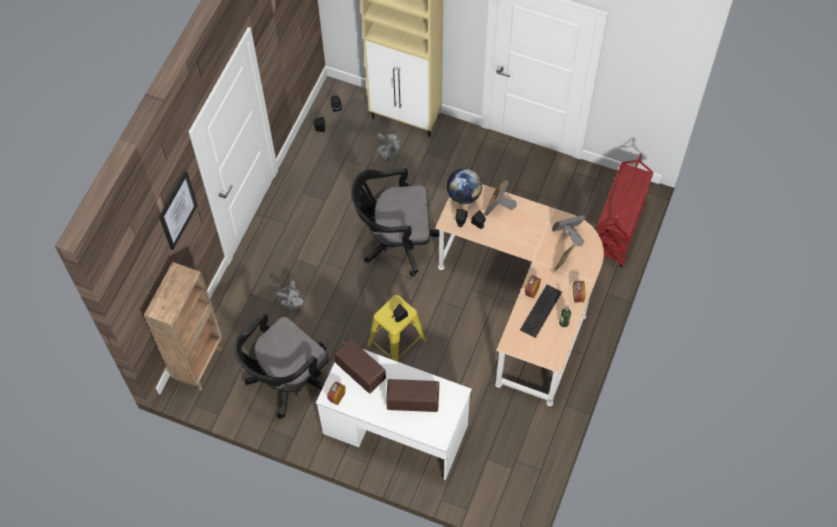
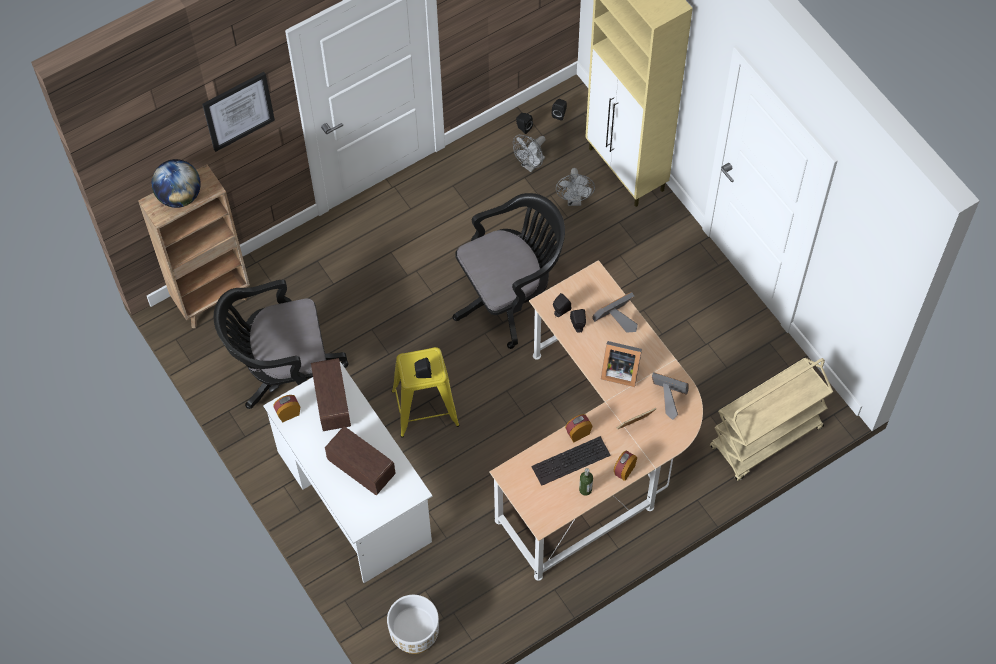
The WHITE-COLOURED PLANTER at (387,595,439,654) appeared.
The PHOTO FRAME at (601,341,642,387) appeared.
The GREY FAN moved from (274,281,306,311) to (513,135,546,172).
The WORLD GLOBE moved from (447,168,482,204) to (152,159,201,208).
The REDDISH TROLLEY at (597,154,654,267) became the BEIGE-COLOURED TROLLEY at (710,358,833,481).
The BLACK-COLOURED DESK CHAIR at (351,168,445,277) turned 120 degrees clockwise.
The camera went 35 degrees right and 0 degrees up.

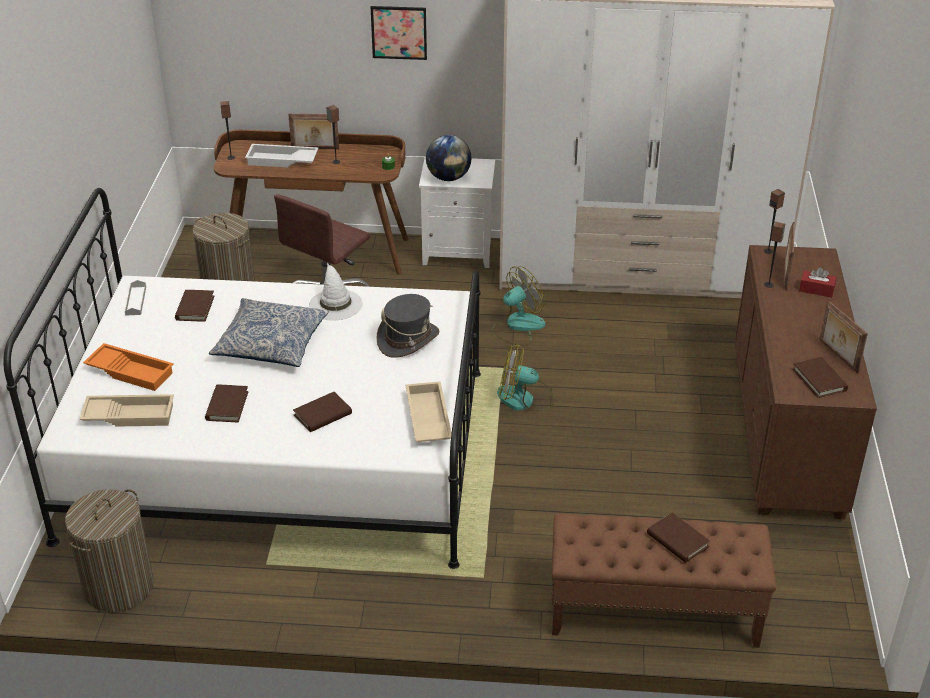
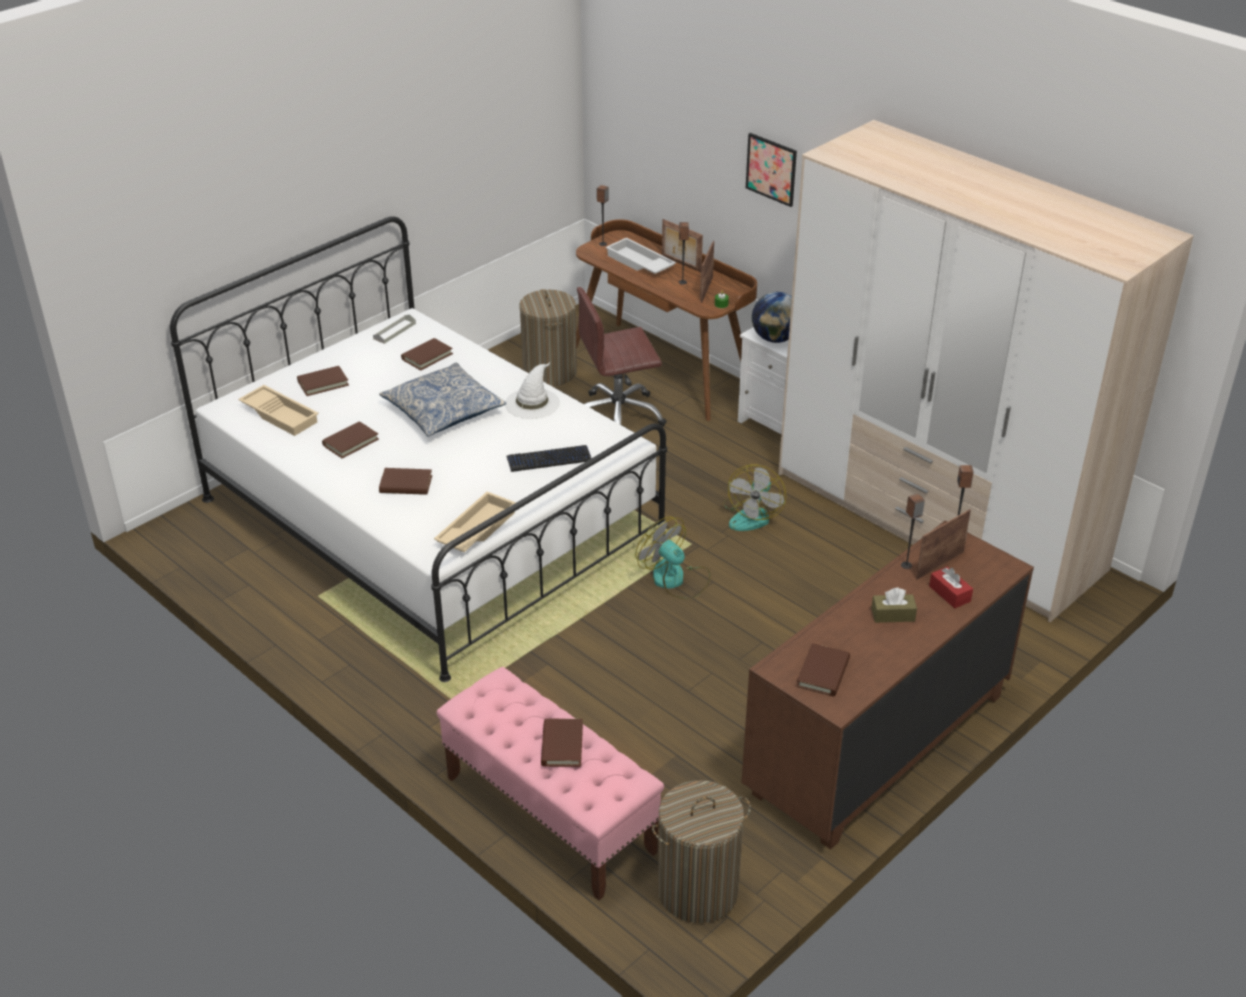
The BROWN-COLOURED TISSUE HOLDER at (871,588,917,623) appeared.
The WASHING BASKET moved from (65,489,154,612) to (652,780,751,923).
The PHOTO FRAME moved from (819,300,868,373) to (700,241,714,303).
The ORANGE CARRYING TRAY at (83,343,174,391) was replaced by the BROWN-COLOURED BOOK at (297,366,349,396).
The GREY WEARABLE HAT at (376,294,439,358) was replaced by the PC KEYBOARD at (506,445,591,472).
The BROWN-COLOURED BENCH at (551,513,776,648) became the PINKISH BENCH at (436,667,664,900).
The FAN at (491,266,546,345) turned 105 degrees clockwise.
The camera went 40 degrees right and 0 degrees up.

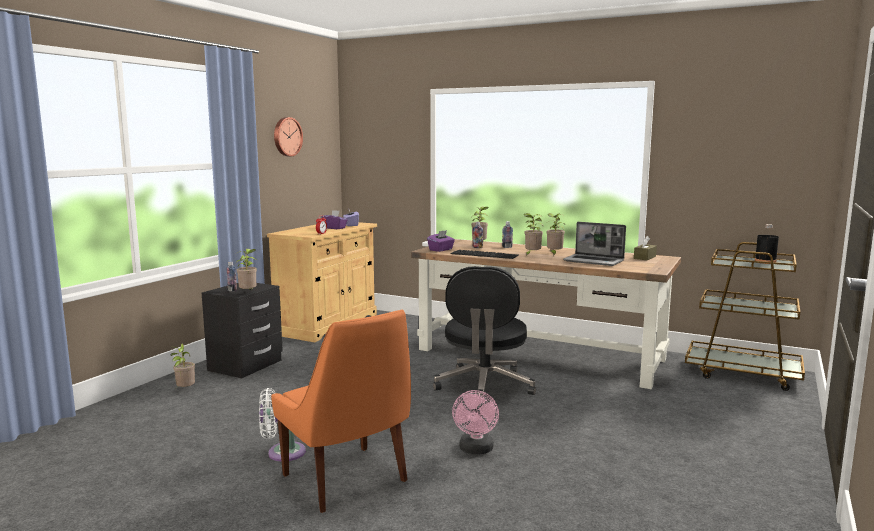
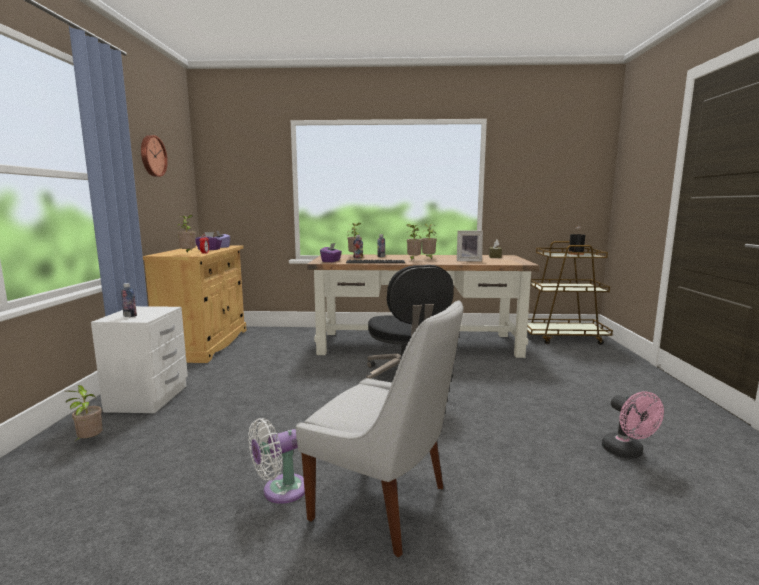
The PLANT IN A POT moved from (235,249,257,291) to (177,215,196,252).
The PINKISH FAN moved from (452,390,499,454) to (602,391,664,459).
The NOTEBOOK COMPUTER at (563,222,626,266) was replaced by the PHOTO FRAME at (457,230,483,262).
The BLACK-COLOURED NIGHT TABLE at (202,283,283,378) became the WHITE-COLOURED NIGHT TABLE at (91,306,188,413).
The ORANGE UPRIGHT CHAIR at (271,310,411,513) became the WHITE-COLOURED UPRIGHT CHAIR at (296,300,463,558).
The camera went 25 degrees left and 0 degrees up.

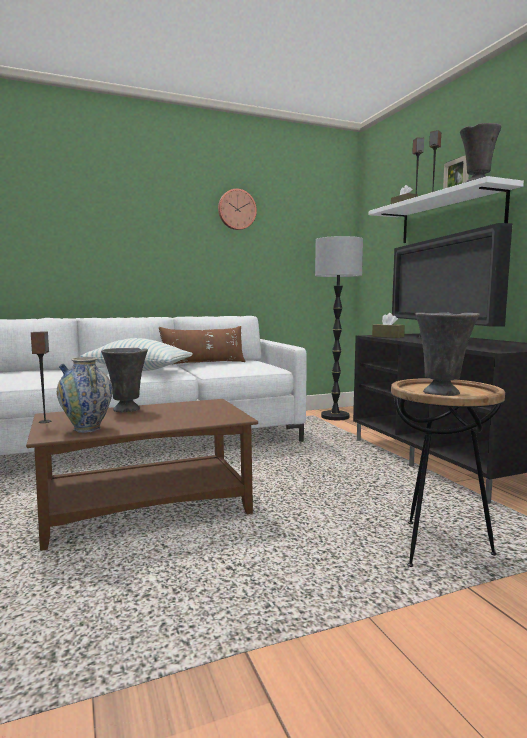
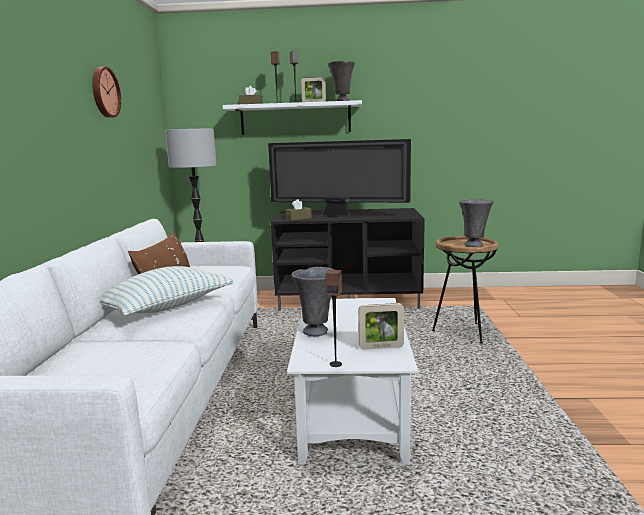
The DECORATIVE VASE at (57,357,112,433) was replaced by the PHOTO FRAME at (358,303,404,350).
The BROWN-COLOURED LOW TABLE at (26,399,258,551) became the WHITE-COLOURED LOW TABLE at (287,298,418,465).
The camera went 65 degrees left and 5 degrees up.

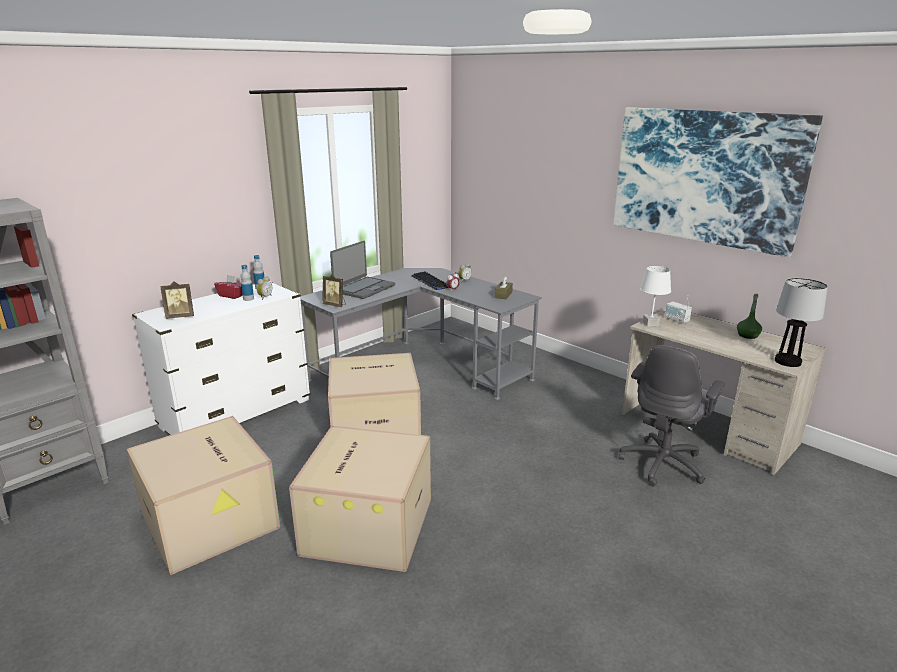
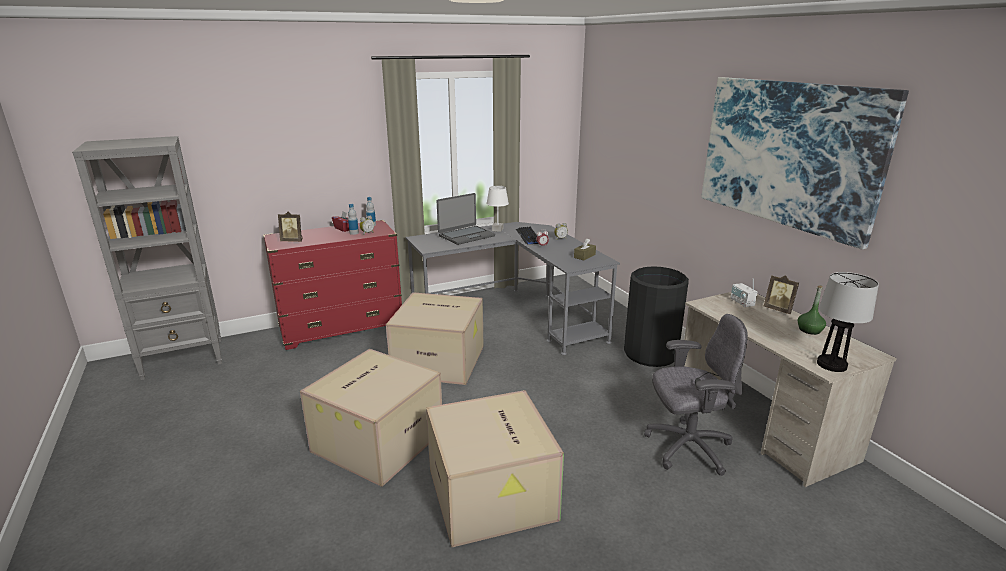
The BLACK-COLOURED TRASH CAN at (624,266,689,367) appeared.
The CARDBOARD BOX moved from (126,416,280,575) to (426,390,564,548).
The PHOTO FRAME moved from (323,274,346,307) to (764,275,799,314).
The WHITE-COLOURED LAMP FOR A TABLE moved from (640,266,671,327) to (486,186,509,232).
The WHITE-COLOURED DRESSER at (132,282,311,435) became the REDDISH DRESSER at (263,220,402,350).
The GREY DESK CHAIR at (619,345,725,486) turned 150 degrees counterclockwise.
The camera went 20 degrees right and 0 degrees up.

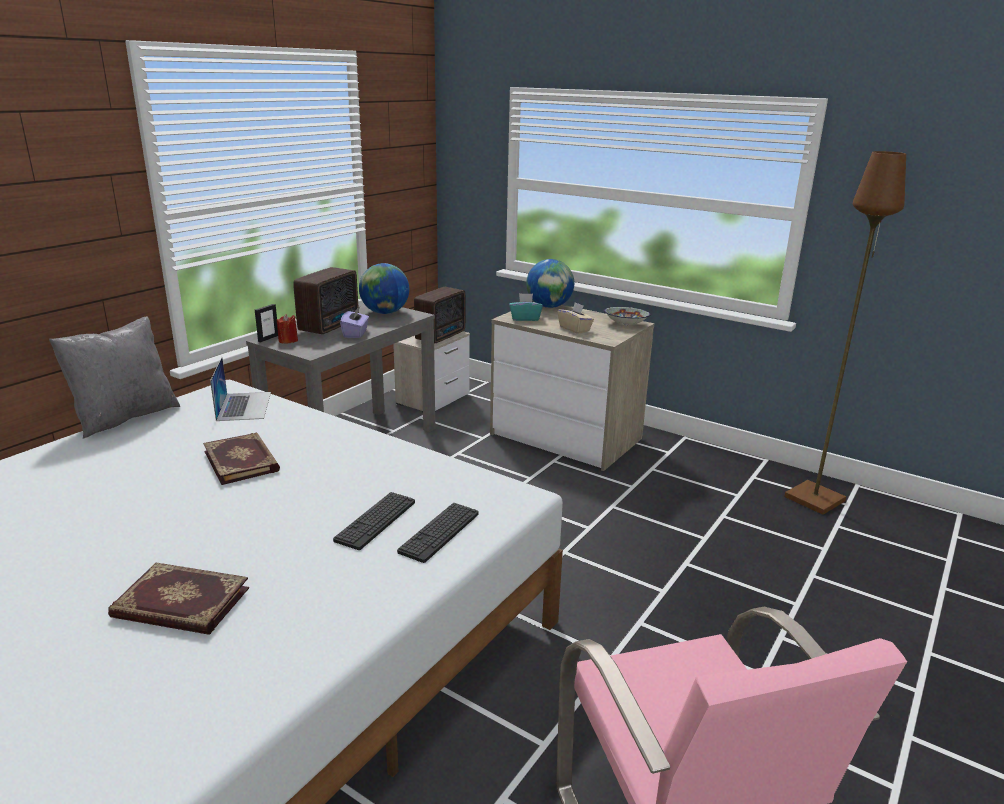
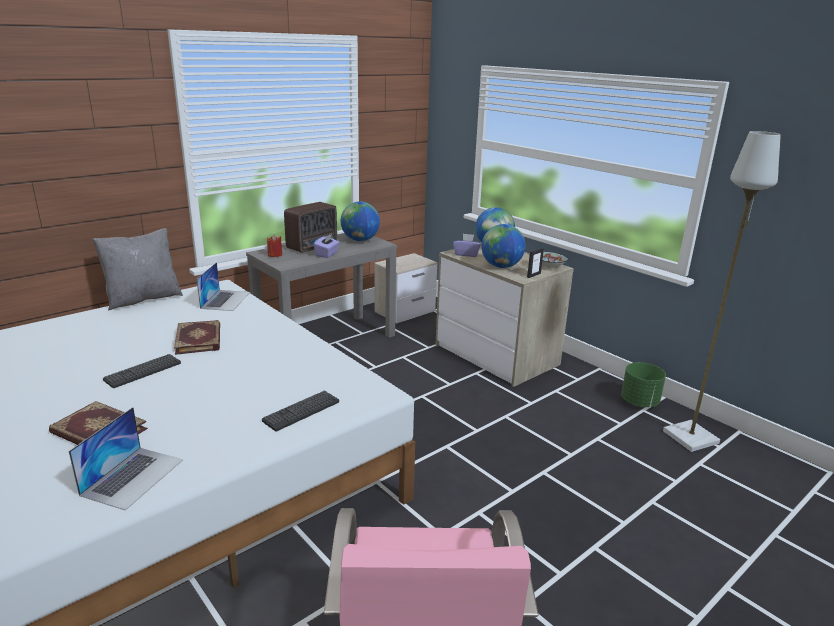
The RADIO at (414,287,465,343) disappeared.
The NOTEBOOK COMPUTER at (69,407,183,510) appeared.
The GREENISH PLANTER at (621,362,666,407) appeared.
The PHOTO FRAME moved from (255,304,278,342) to (527,248,544,278).
The PC KEYBOARD moved from (333,492,415,550) to (103,354,181,388).
The BEIGE-COLOURED TISSUE HOLDER at (558,302,594,334) was replaced by the WORLD GLOBE at (482,224,525,268).
The TURQUOISE TISSUE HOLDER at (509,293,543,321) became the PURPLE-COLOURED TISSUE HOLDER at (453,234,481,257).
The BROWN-COLOURED FLOOR LAMP at (784,151,906,515) became the GREY FLOOR LAMP at (663,131,781,452).
The camera went 15 degrees right and 0 degrees up.

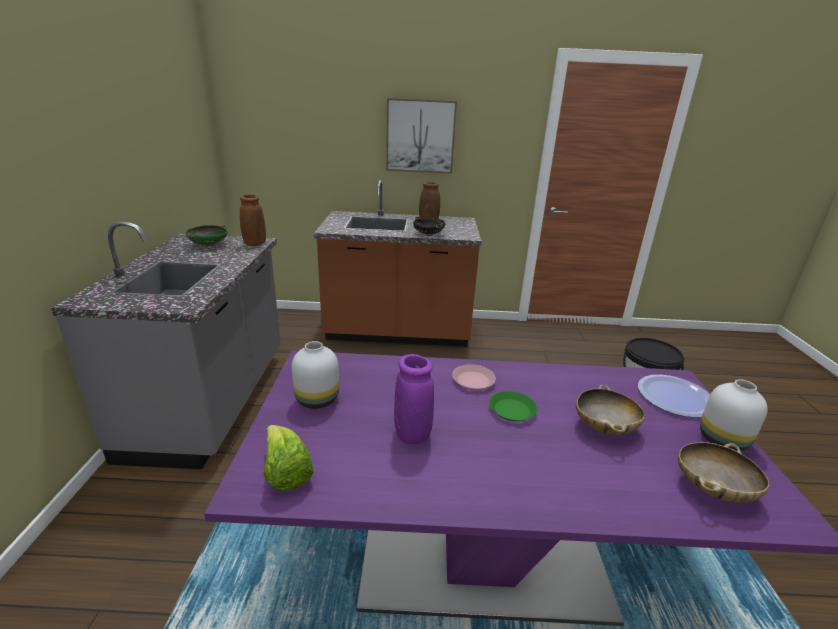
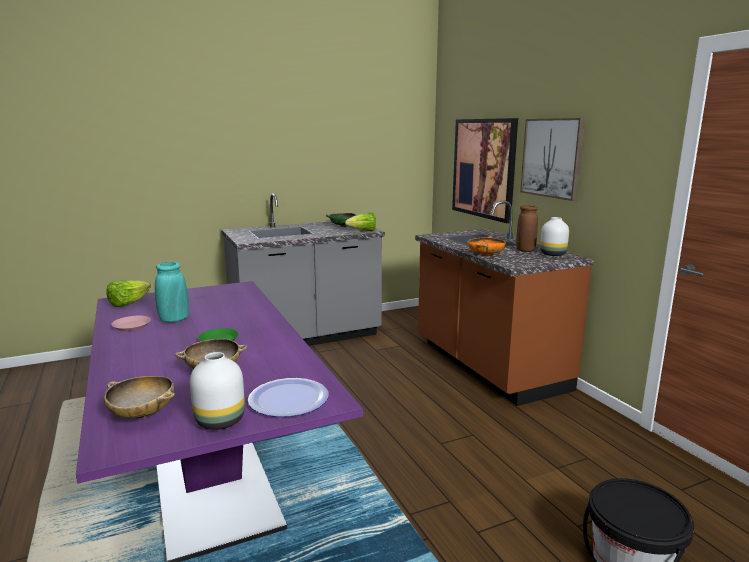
The WALL ART at (452,118,518,223) appeared.
The WHITE-COLOURED DECORATIVE VASE moved from (292,341,339,409) to (540,217,569,256).
The PINKISH DINNER PLATE moved from (452,364,496,390) to (111,316,151,331).
The BROWN-COLOURED DECORATIVE VASE at (240,195,266,246) was replaced by the HEAD OF LETTUCE at (345,212,376,231).
The PURPLE-COLOURED DECORATIVE VASE at (394,354,434,444) became the TURQUOISE DECORATIVE VASE at (155,262,189,323).
The BLACK-COLOURED SERVING BOWL at (413,217,445,236) became the ORANGE SERVING BOWL at (467,237,506,256).
The camera went 65 degrees right and 10 degrees down.

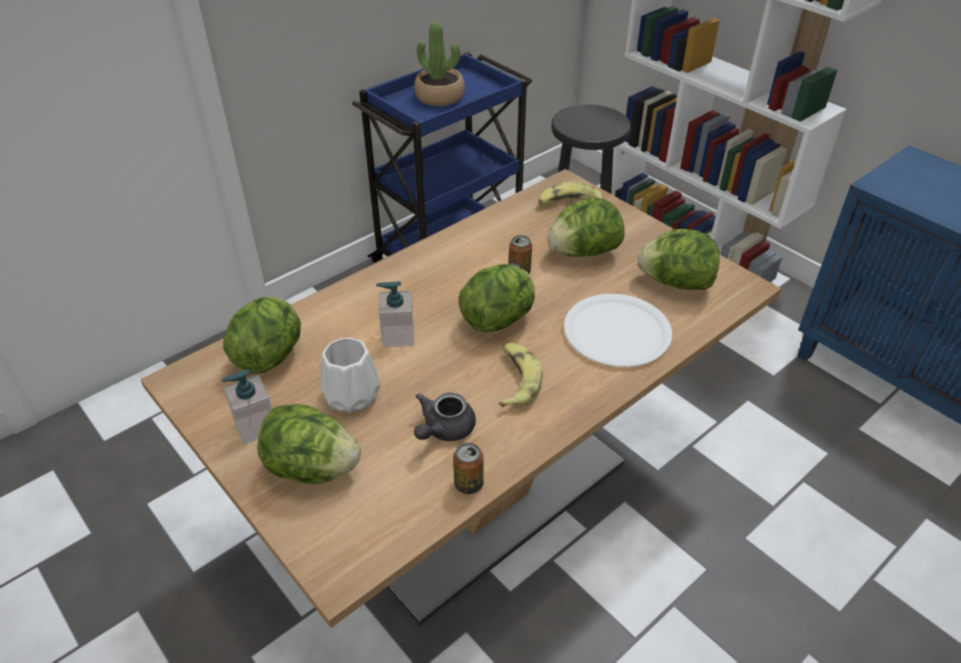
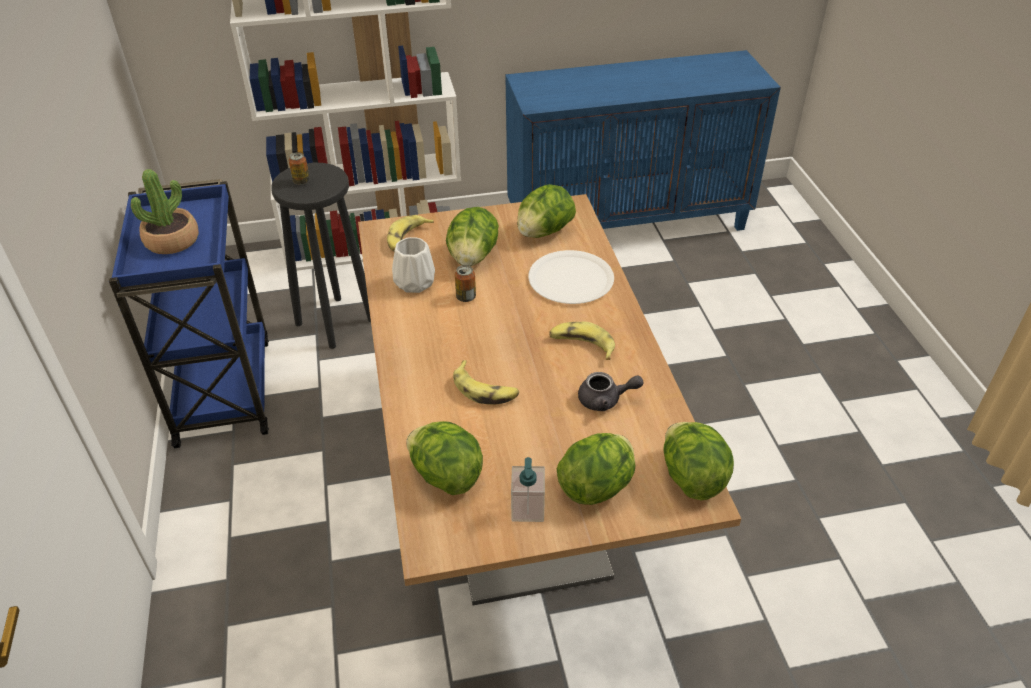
The WHITE-COLOURED DECORATIVE VASE moved from (321,338,380,413) to (392,237,435,293).
The METAL CAN moved from (453,442,484,494) to (289,152,310,185).
The HEAD OF LETTUCE moved from (459,264,535,332) to (664,422,734,500).
The LIQUID SOAP BOTTLE at (376,281,414,347) was replaced by the WHOLE BANANA at (453,360,519,405).
The GREY TEAPOT at (414,392,476,441) turned 60 degrees counterclockwise.
The camera went 60 degrees left and 0 degrees up.

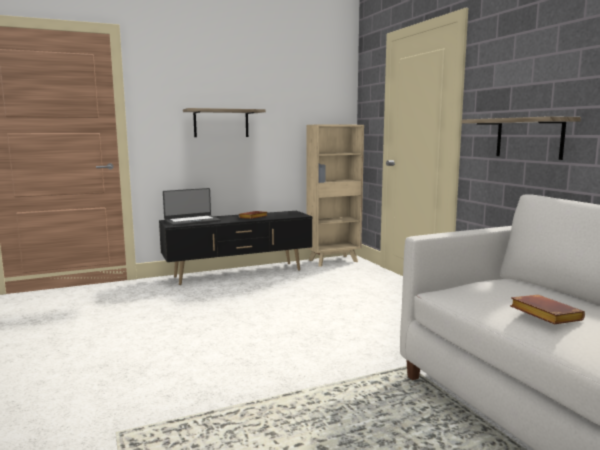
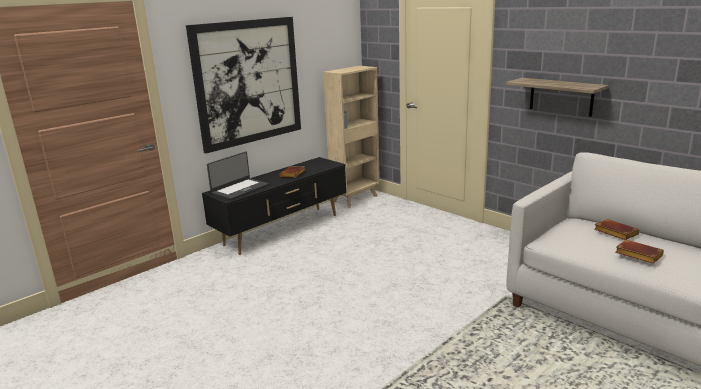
The BROWN-COLOURED BOOK at (594,219,640,240) appeared.
The BRACKET SHELF at (183,108,266,137) was replaced by the WALL ART at (186,17,301,153).
The camera went 20 degrees left and 10 degrees up.

